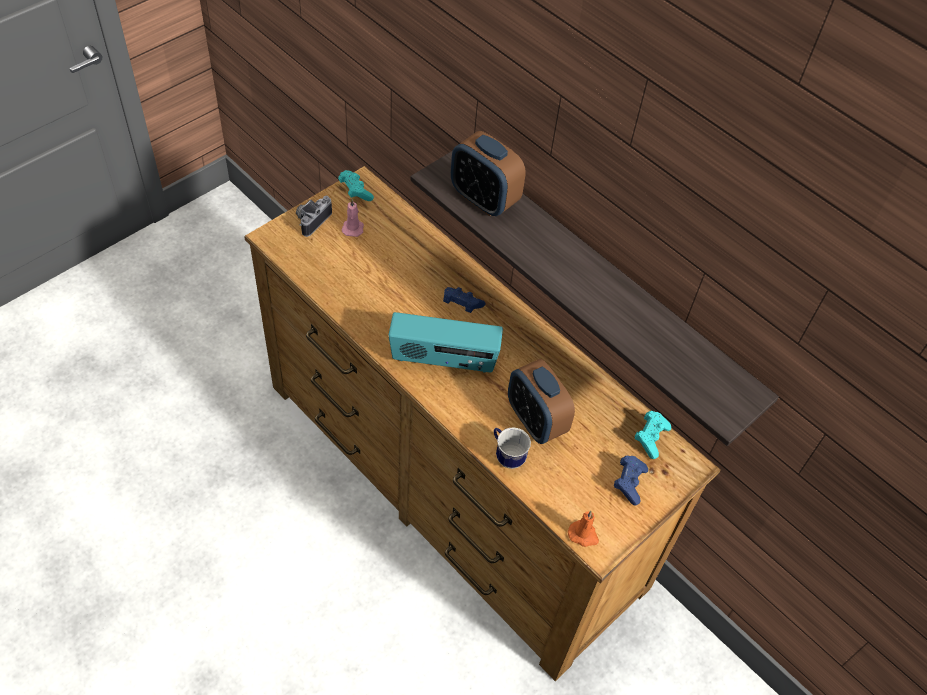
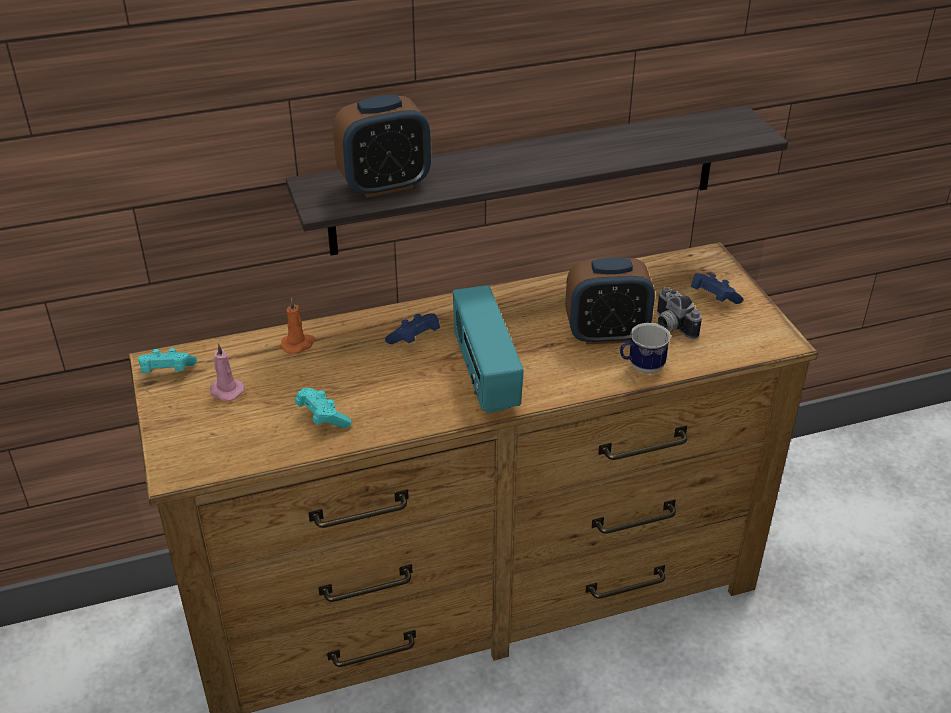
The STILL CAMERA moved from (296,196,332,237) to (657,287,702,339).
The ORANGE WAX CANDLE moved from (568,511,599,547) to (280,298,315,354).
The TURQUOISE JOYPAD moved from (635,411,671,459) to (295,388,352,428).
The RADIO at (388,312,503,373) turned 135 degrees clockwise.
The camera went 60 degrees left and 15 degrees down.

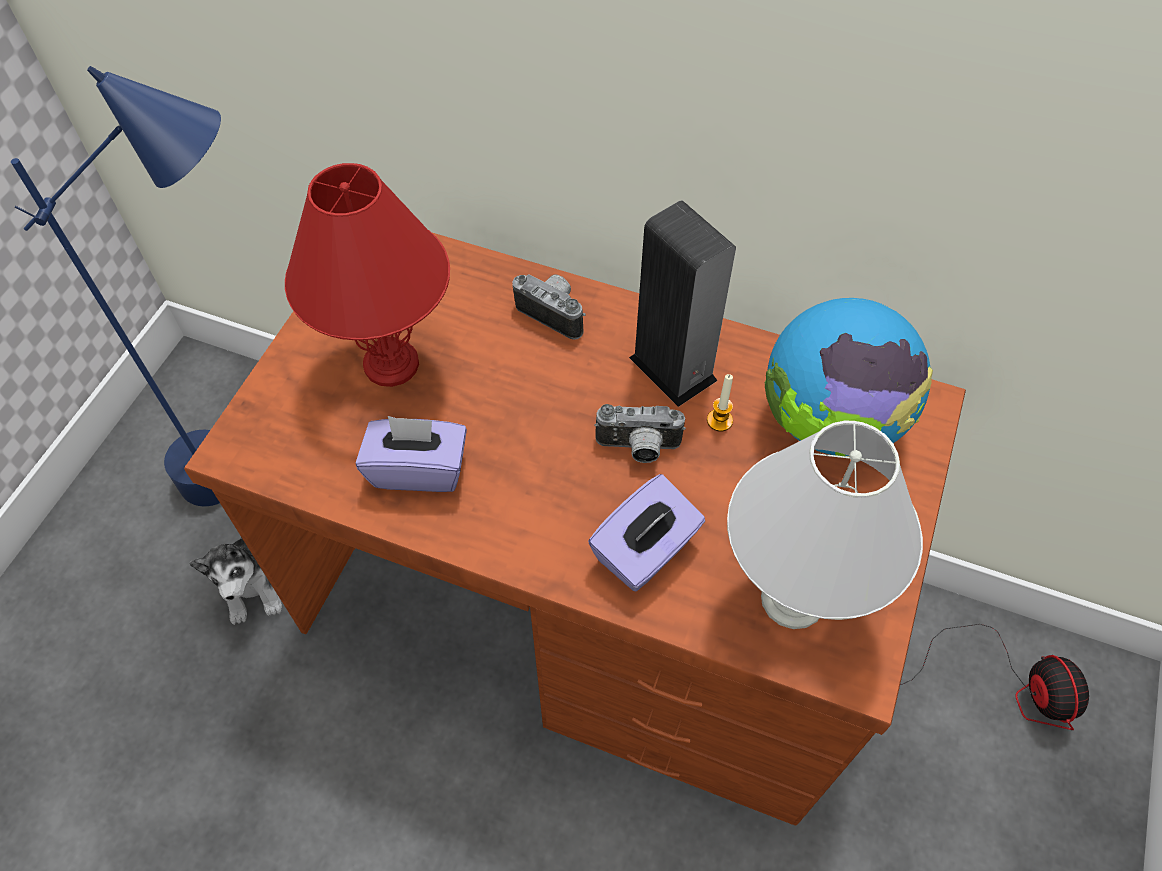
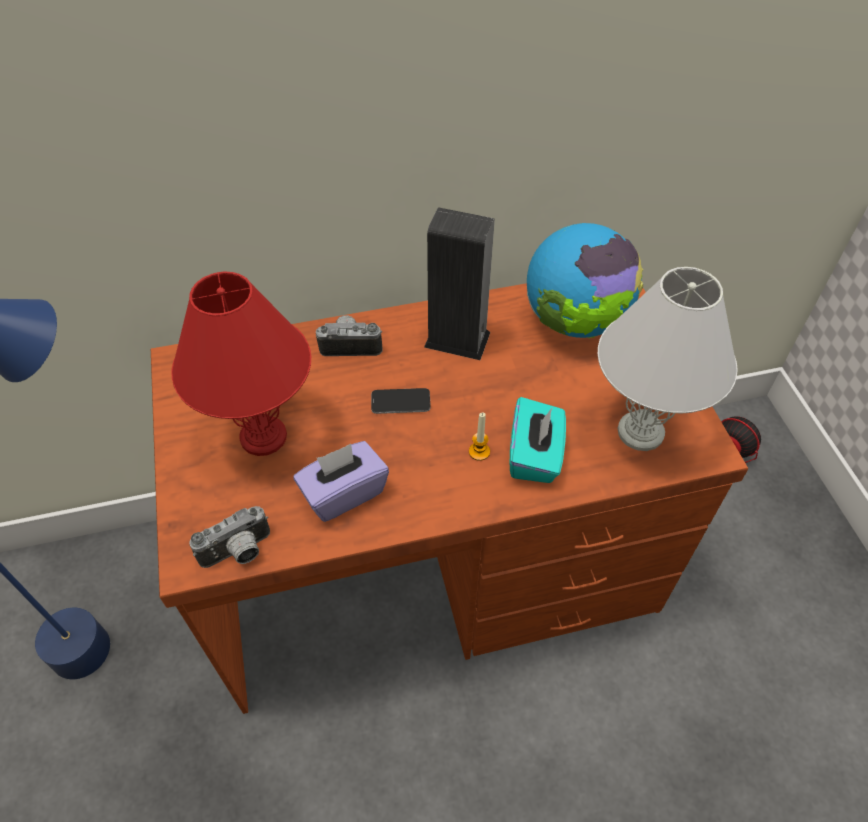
The SOFT TOY at (189,537,282,625) disappeared.
The PHONE at (371,388,431,414) appeared.
The STILL CAMERA moved from (595,404,686,463) to (189,506,270,568).
The WAX CANDLE moved from (707,374,733,432) to (469,413,490,461).
The PURPLE-COLOURED TISSUE HOLDER at (588,474,705,592) became the TURQUOISE TISSUE HOLDER at (510,397,566,483).
The camera went 35 degrees left and 5 degrees down.

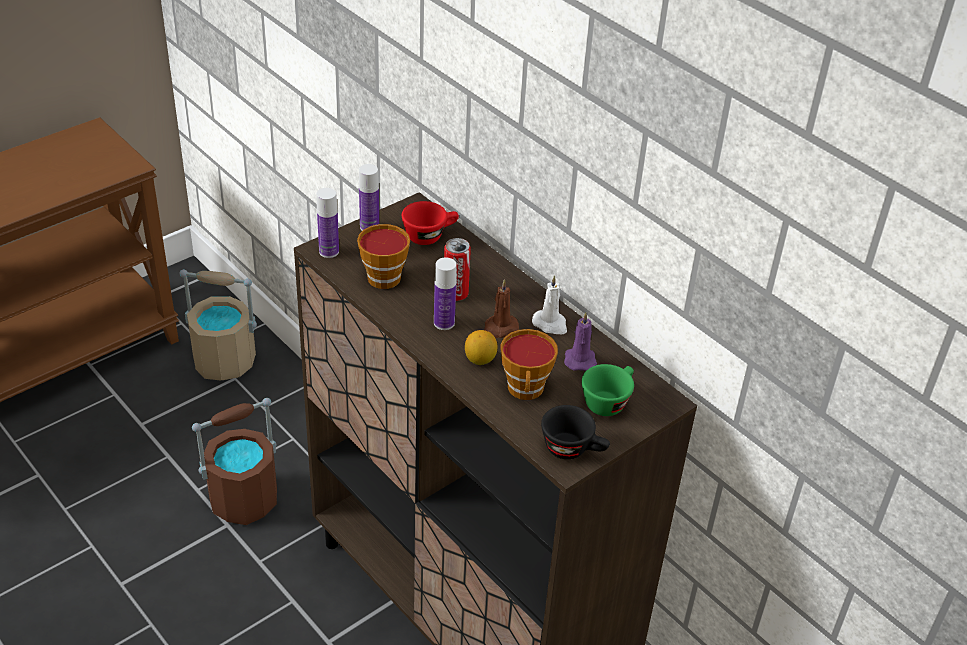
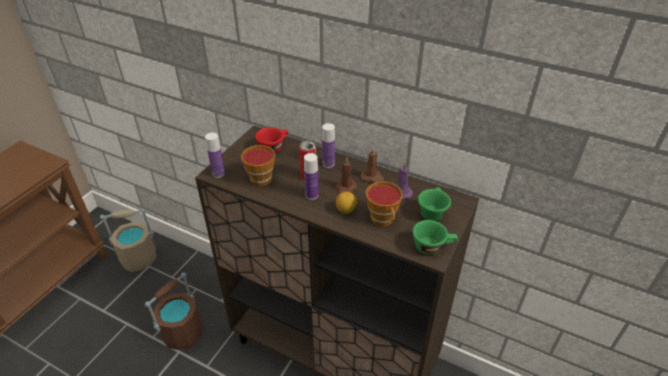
The DRINK BOTTLE moved from (359,164,379,231) to (322,123,335,168).
The WHITE-COLOURED WAX CANDLE at (532,275,567,335) became the BROWN-COLOURED WAX CANDLE at (360,146,384,183).
The BLACK-COLOURED DRINKING CUP at (541,405,610,459) became the GREENISH DRINKING CUP at (413,220,458,255).
The camera went 20 degrees left and 0 degrees up.

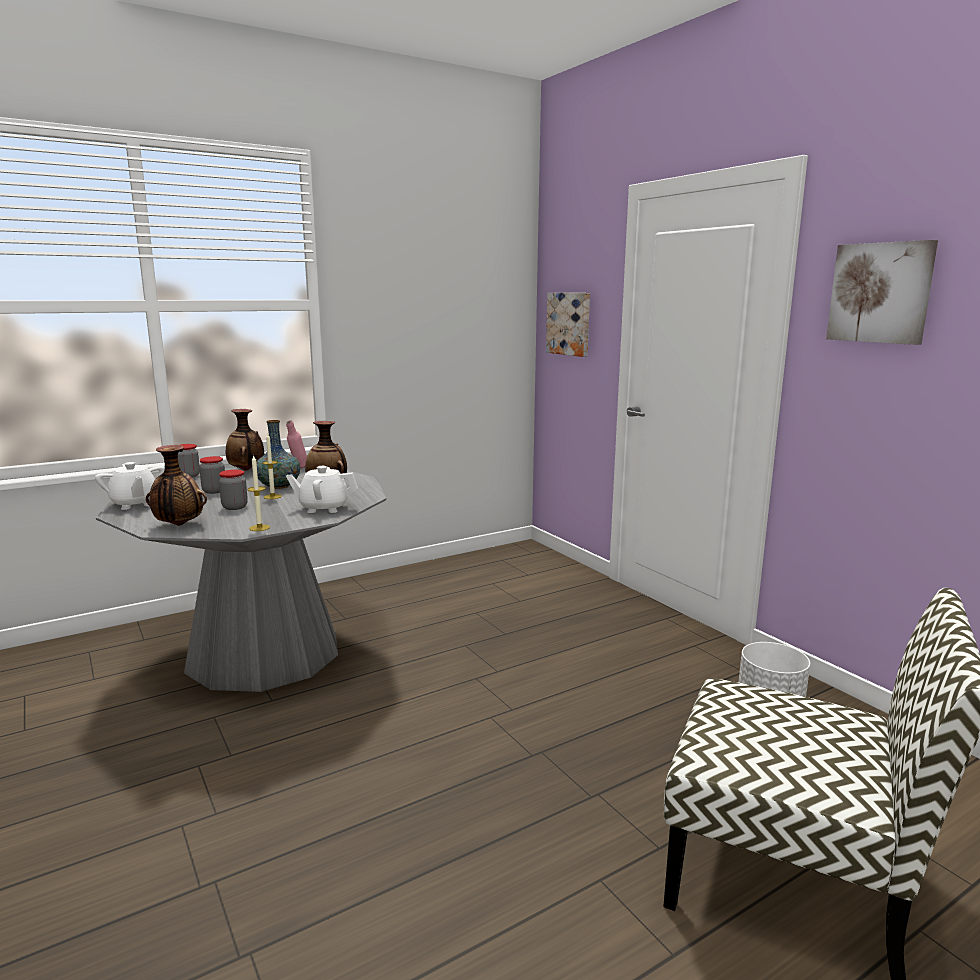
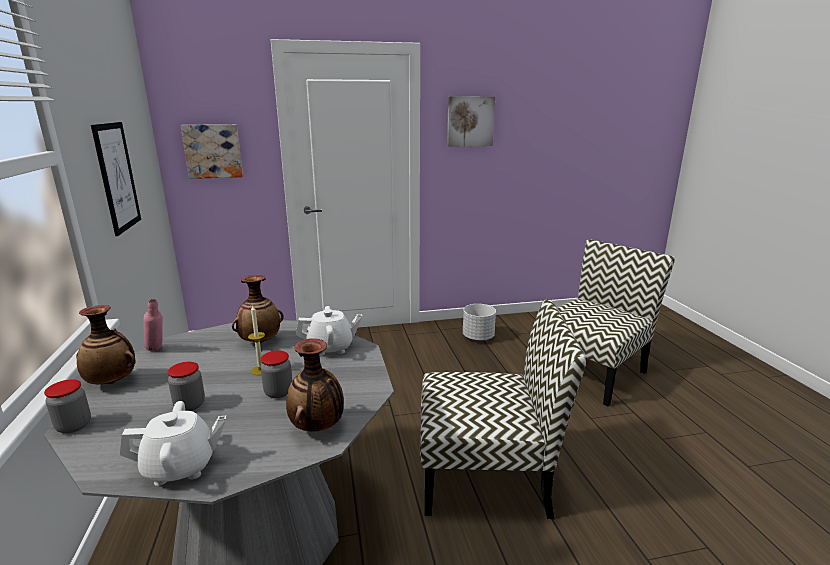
The WAX CANDLE at (247,455,270,531) disappeared.
The DECORATIVE VASE at (256,420,300,489) disappeared.
The WALL ART at (91,122,141,236) appeared.
The UPRIGHT CHAIR at (420,299,586,519) appeared.
The WHITE-COLOURED TEAPOT at (286,466,358,513) turned 120 degrees counterclockwise.
The camera went 70 degrees left and 5 degrees up.

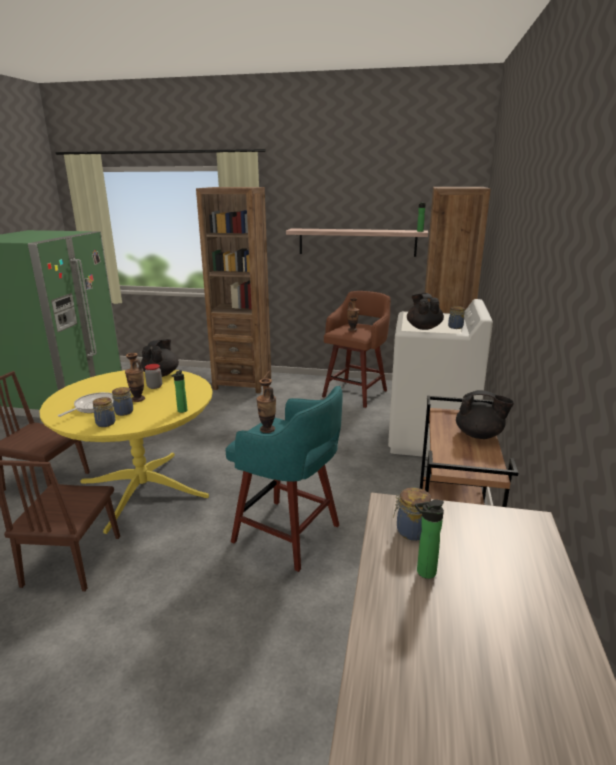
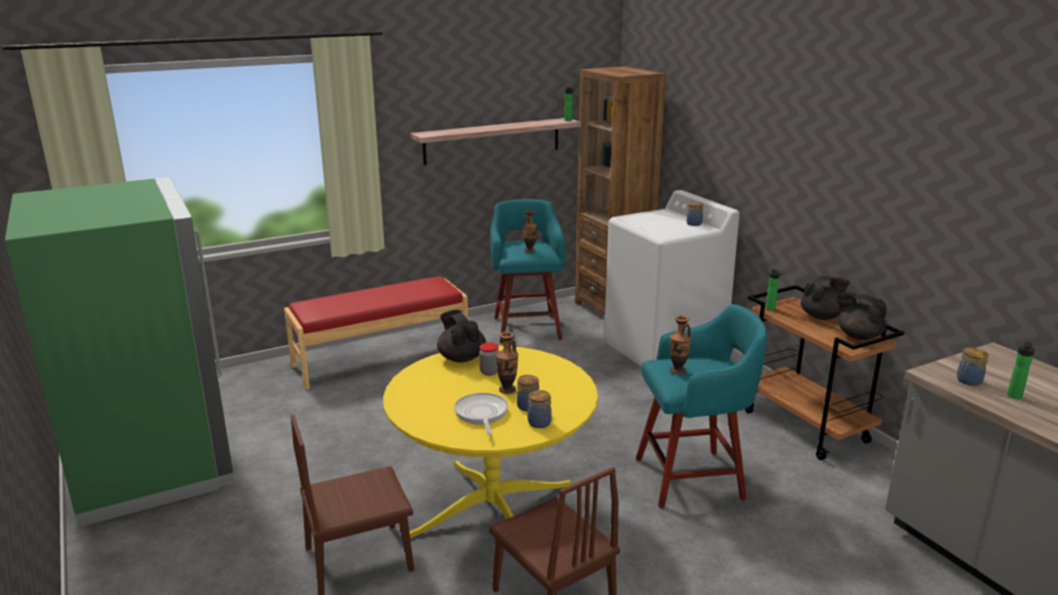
The DRINK BOTTLE moved from (172,370,188,413) to (766,269,783,311).
The BLACK-COLOURED TEAPOT moved from (407,293,444,330) to (836,292,887,340).
The BROWN-COLOURED SHELVING UNIT at (196,187,271,393) was replaced by the REDDISH BENCH at (284,276,468,390).
The BROWN-COLOURED STOOL at (322,291,390,408) became the TURQUOISE STOOL at (490,199,566,343).
The camera went 40 degrees left and 0 degrees up.

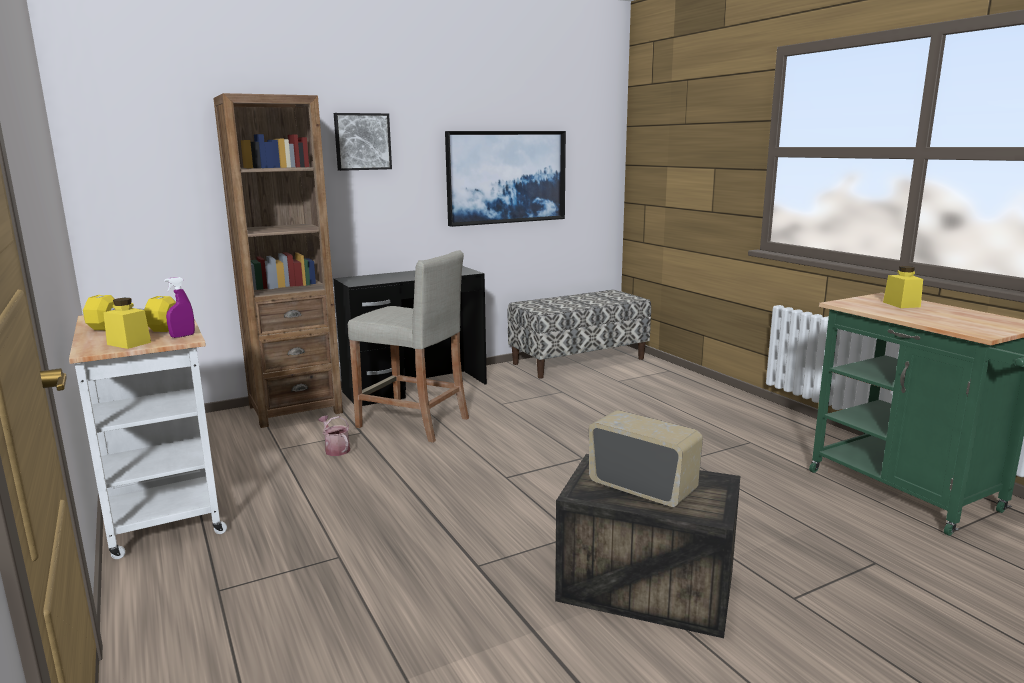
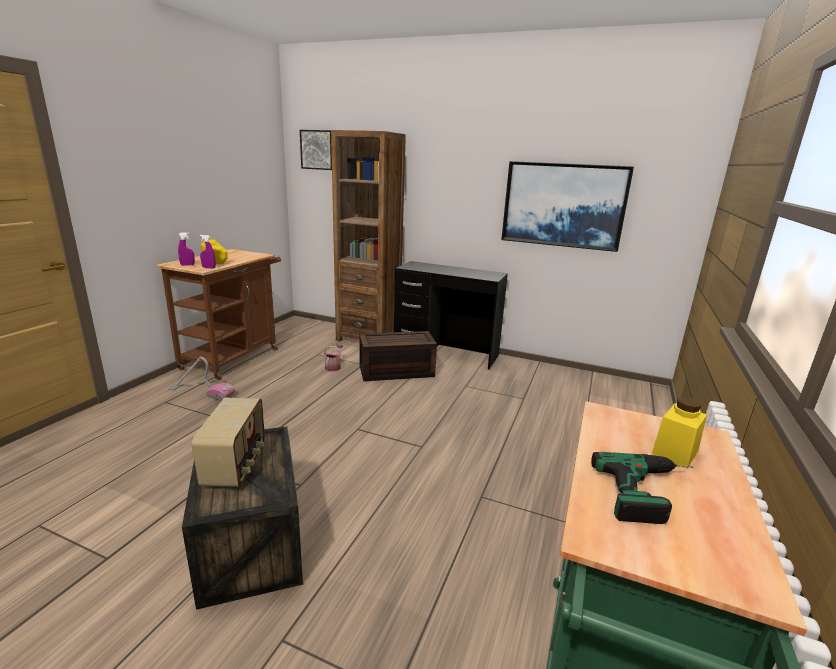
The BENCH at (507,290,651,378) disappeared.
The HOOVER at (168,357,235,401) appeared.
The DRILL at (591,452,693,524) appeared.
The WALL ART moved from (334,113,392,171) to (300,130,332,170).
The YELLOW-COLOURED JAR at (103,298,151,349) was replaced by the PURPLE-COLOURED HAND SPRAYER at (178,232,195,265).
The BEIGE-COLOURED STOOL at (348,250,469,443) was replaced by the BROWN-COLOURED STORAGE CONTAINER at (359,331,437,381).
The WHITE-COLOURED TROLLEY at (69,315,227,559) became the BROWN-COLOURED TROLLEY at (155,249,281,380).
The camera went 50 degrees right and 5 degrees up.

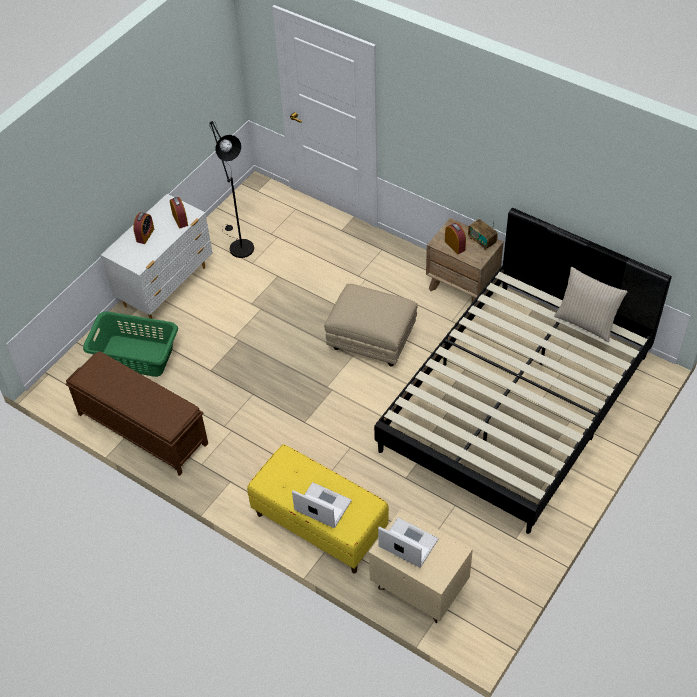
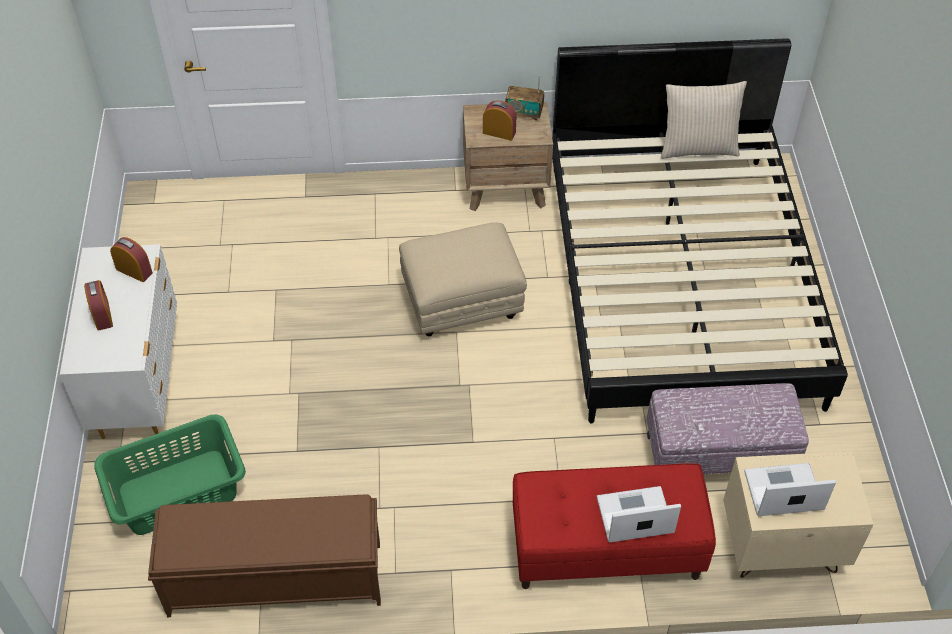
The BLACK-COLOURED FLOOR LAMP at (209,121,254,258) disappeared.
The FOOTREST at (646,383,809,475) appeared.
The YELLOW-COLOURED BENCH at (247,444,389,574) became the REDDISH BENCH at (513,463,716,589).
The camera went 40 degrees left and 0 degrees up.

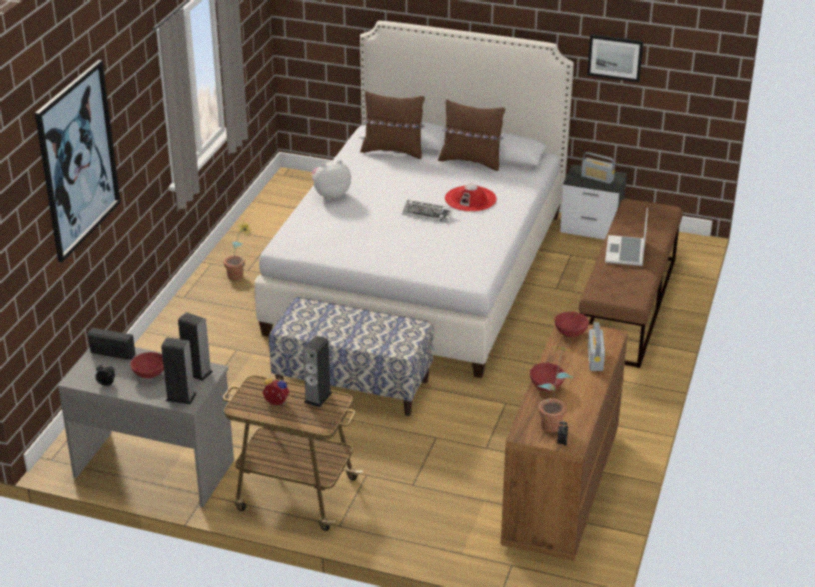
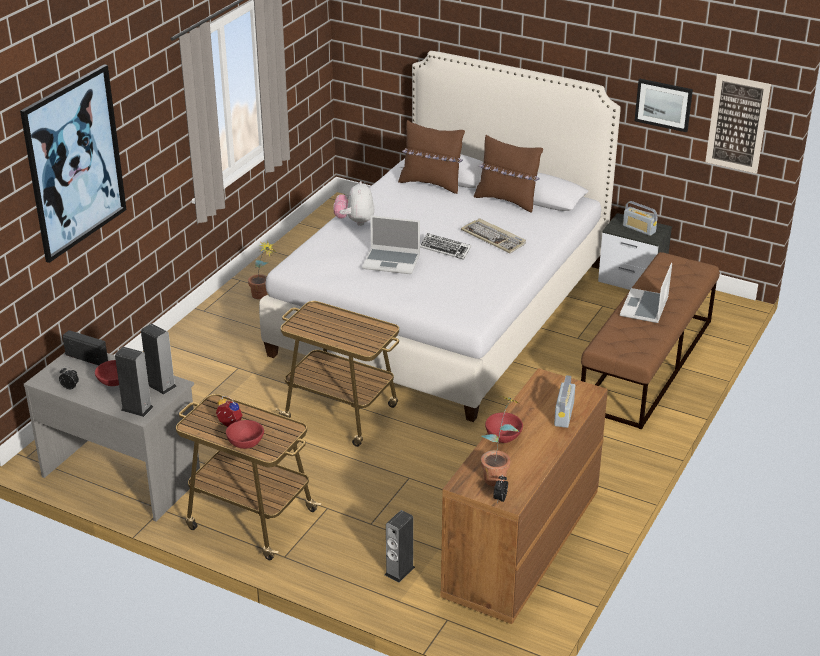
The NOTEBOOK COMPUTER at (362,215,420,274) appeared.
The WALL ART at (705,74,771,174) appeared.
The SPEAKER moved from (303,336,332,408) to (385,510,415,582).
The REDDISH SERVING BOWL moved from (554,312,589,337) to (226,420,264,449).
The BENCH at (269,297,434,416) was replaced by the TROLLEY at (276,301,399,447).
The REDDISH WEARABLE HAT at (445,184,497,212) was replaced by the PC KEYBOARD at (461,218,526,253).
The SOFT TOY at (312,160,351,200) turned 75 degrees counterclockwise.
The camera went 10 degrees right and 0 degrees up.

